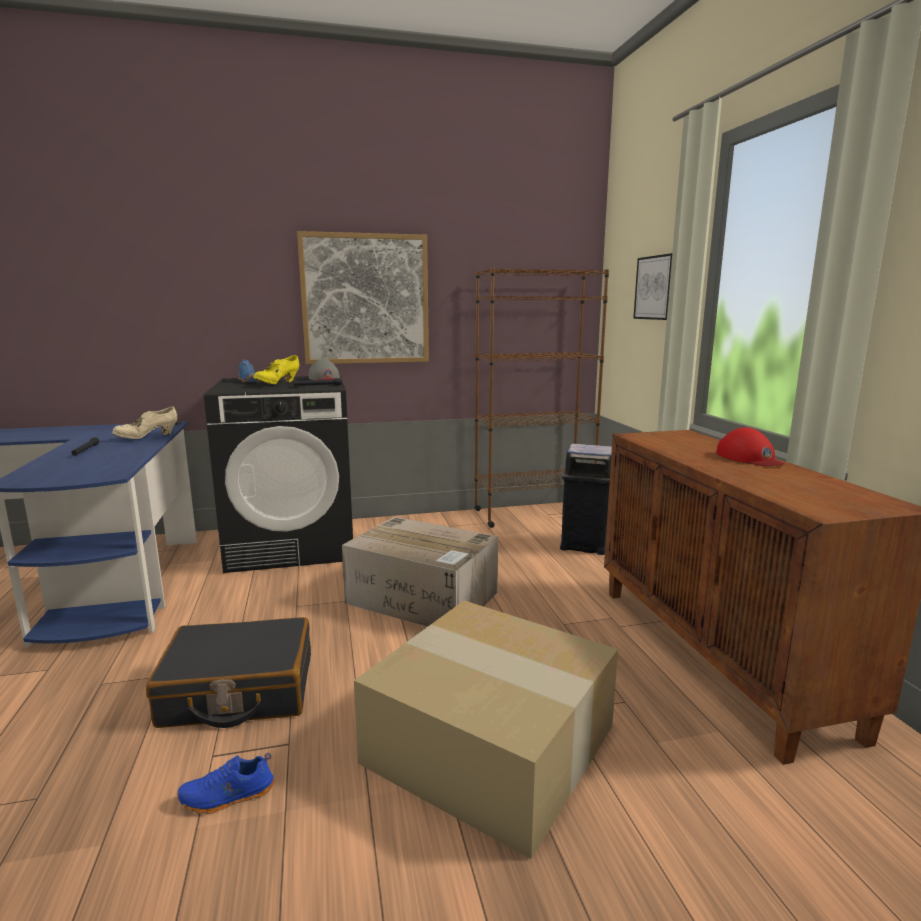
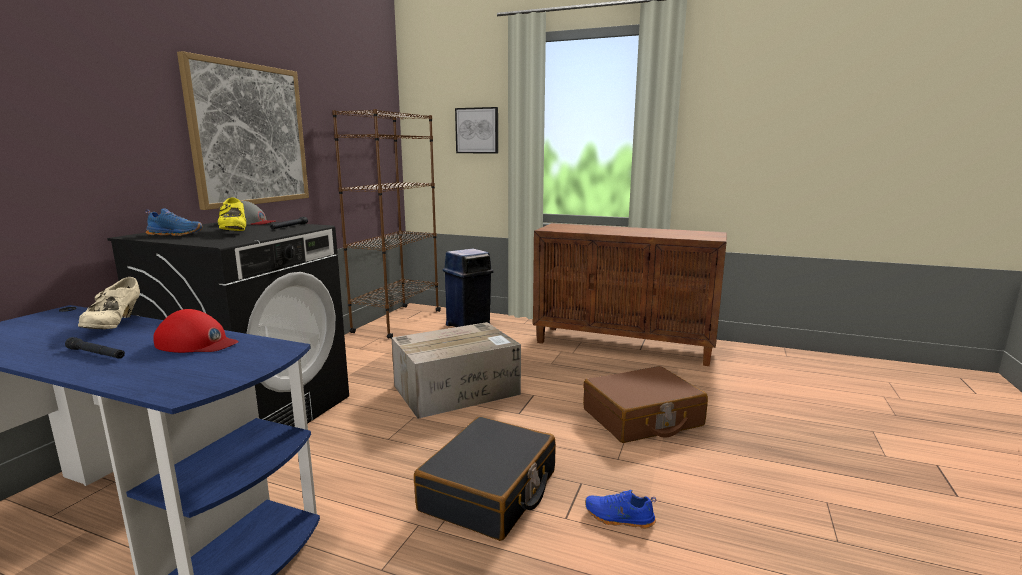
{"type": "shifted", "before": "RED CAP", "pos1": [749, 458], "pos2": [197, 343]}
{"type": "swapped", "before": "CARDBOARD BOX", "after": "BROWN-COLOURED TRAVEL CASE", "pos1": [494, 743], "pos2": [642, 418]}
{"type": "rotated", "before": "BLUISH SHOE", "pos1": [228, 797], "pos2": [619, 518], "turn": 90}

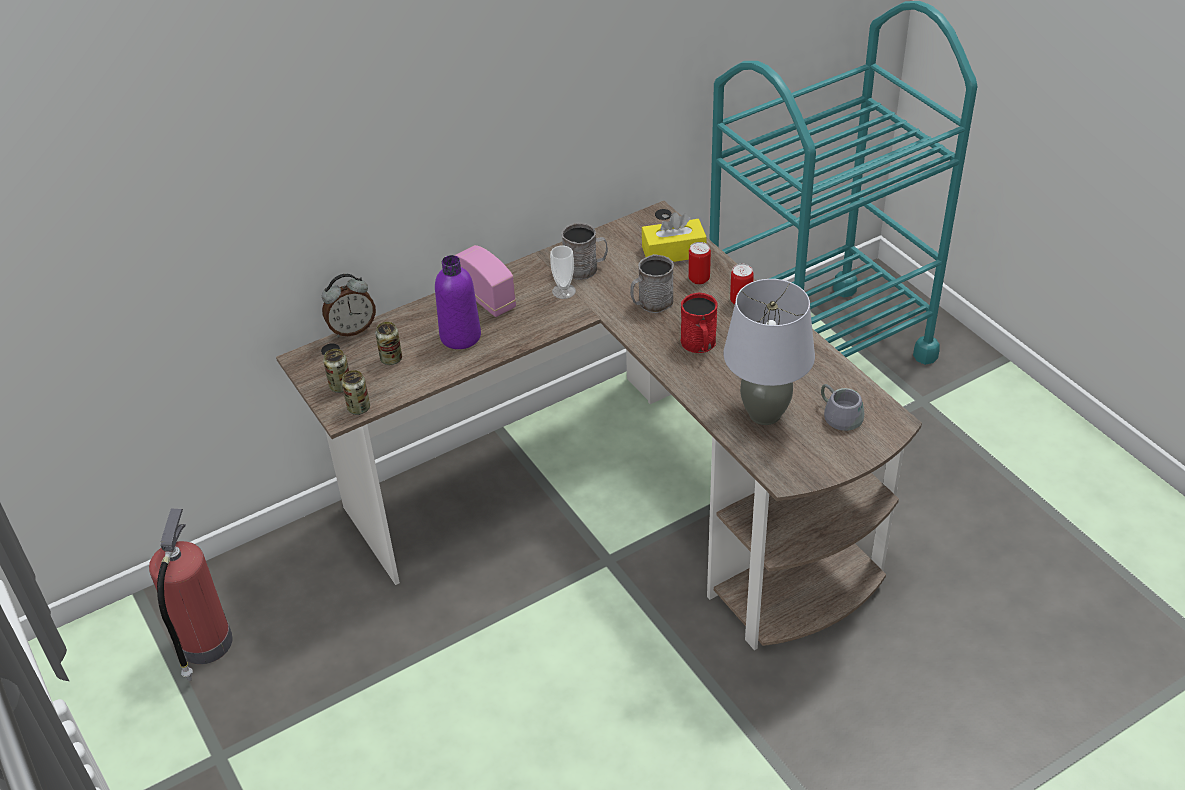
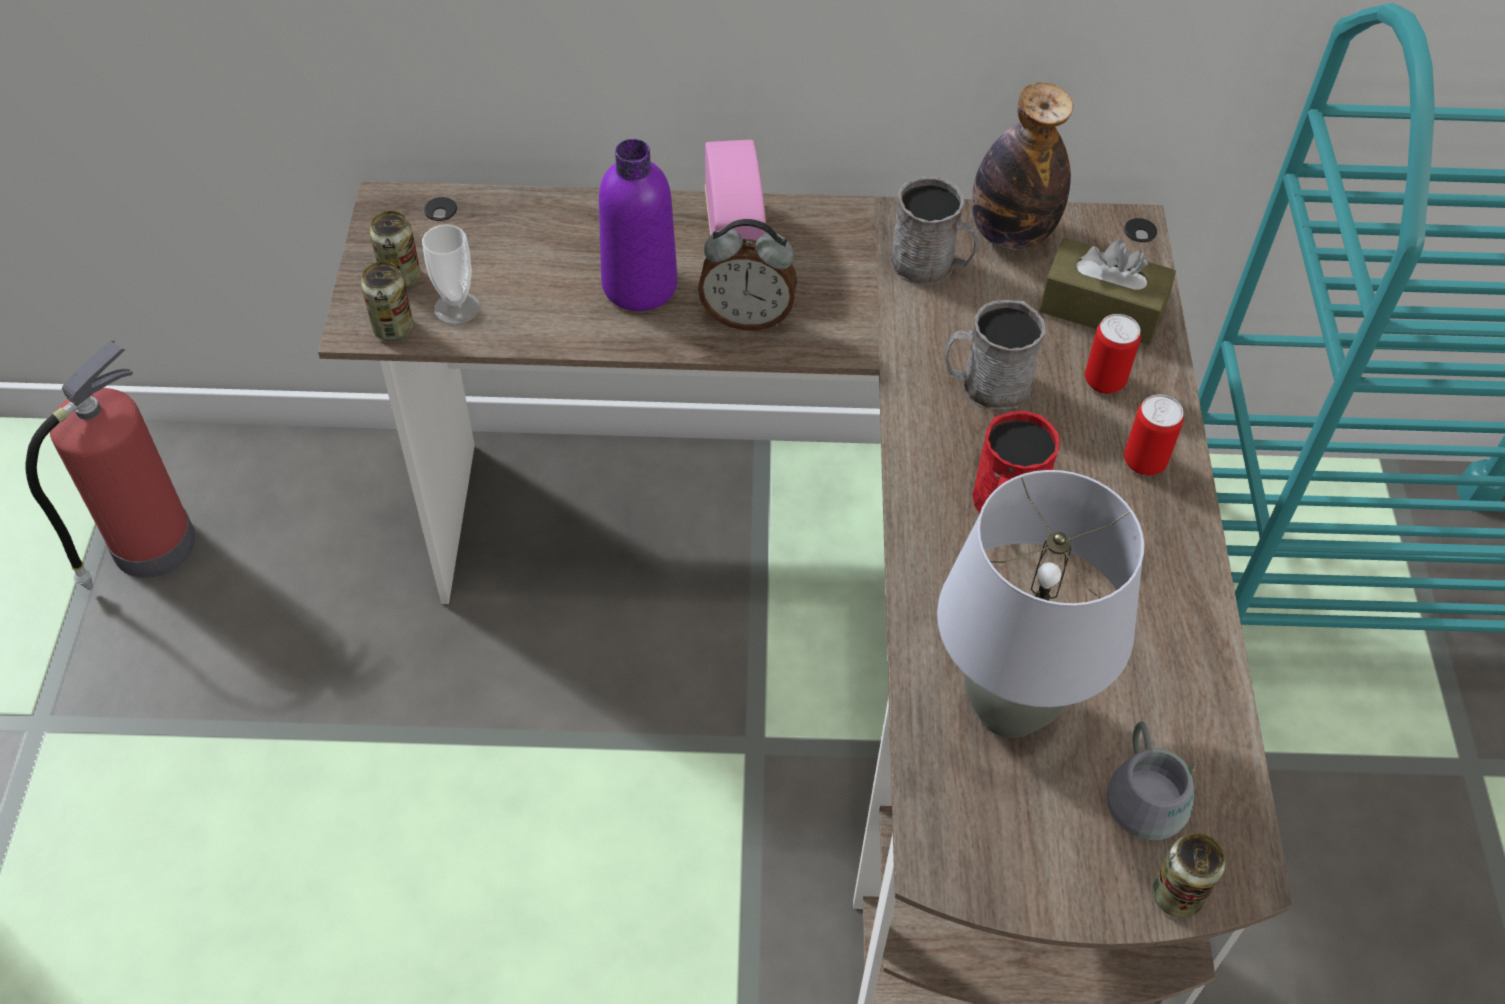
{"type": "shifted", "before": "CUP", "pos1": [564, 291], "pos2": [457, 307]}
{"type": "shifted", "before": "BEDSIDE CLOCK", "pos1": [352, 329], "pos2": [747, 317]}
{"type": "new", "after": "BEVERAGE BOTTLE", "pos2": [1011, 234]}
{"type": "repainted", "before": "YELLOW BOX OF TISSUES", "after": "BROWN-COLOURED BOX OF TISSUES", "pos1": [673, 252], "pos2": [1101, 308]}
{"type": "shifted", "before": "METAL CAN", "pos1": [391, 359], "pos2": [1176, 895]}

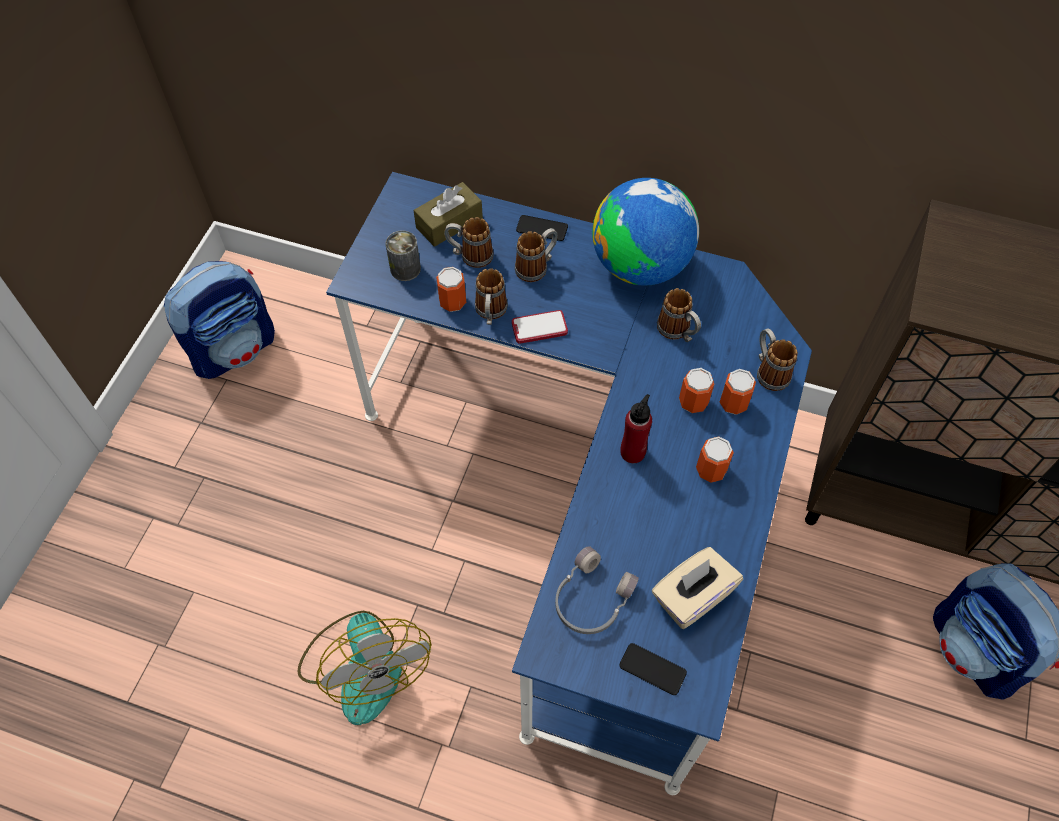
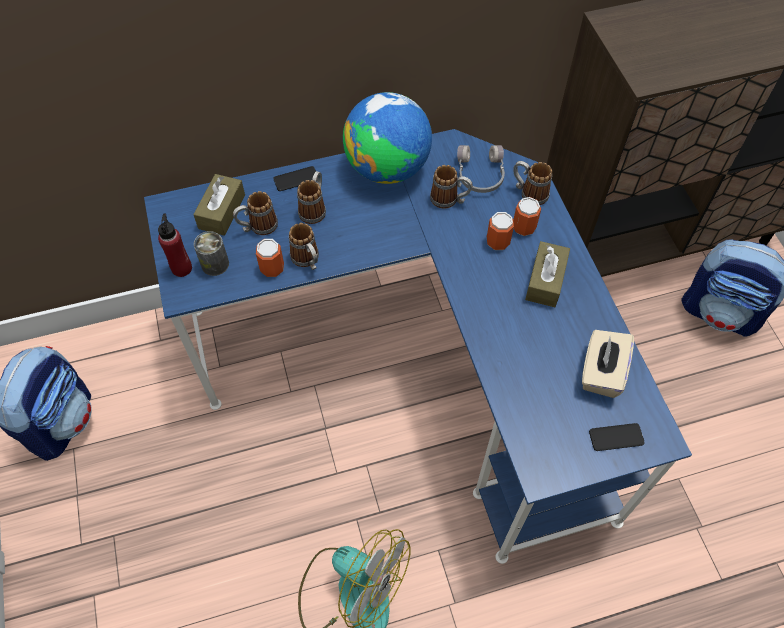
{"type": "shifted", "before": "RED BEVERAGE BOTTLE", "pos1": [633, 452], "pos2": [182, 268]}
{"type": "shifted", "before": "GRAY HEADPHONES", "pos1": [591, 598], "pos2": [479, 174]}
{"type": "swapped", "before": "METAL CAN", "after": "BROWN-COLOURED BOX OF TISSUES", "pos1": [711, 470], "pos2": [545, 281]}
{"type": "gone", "before": "HANDSET", "pos1": [539, 328]}

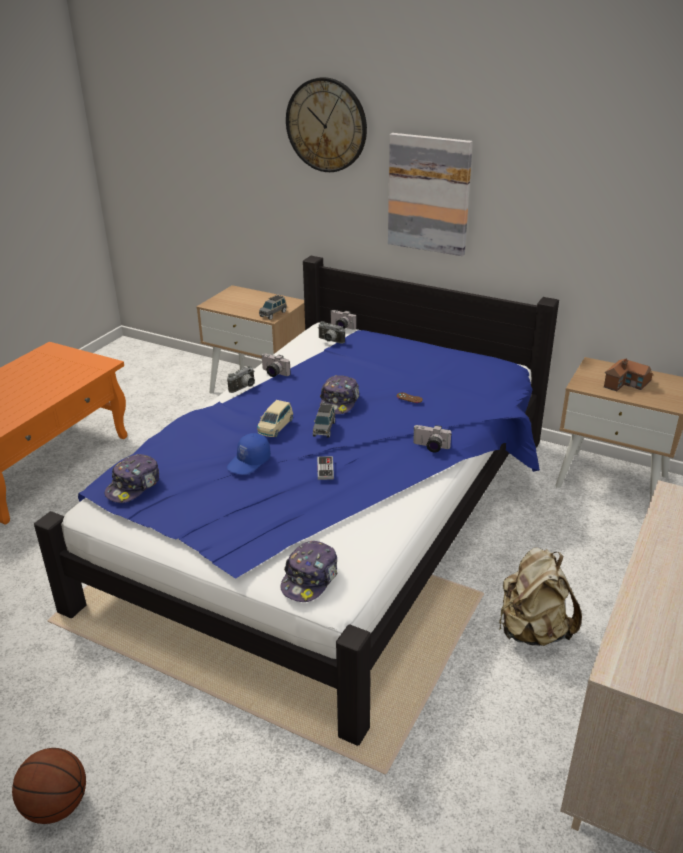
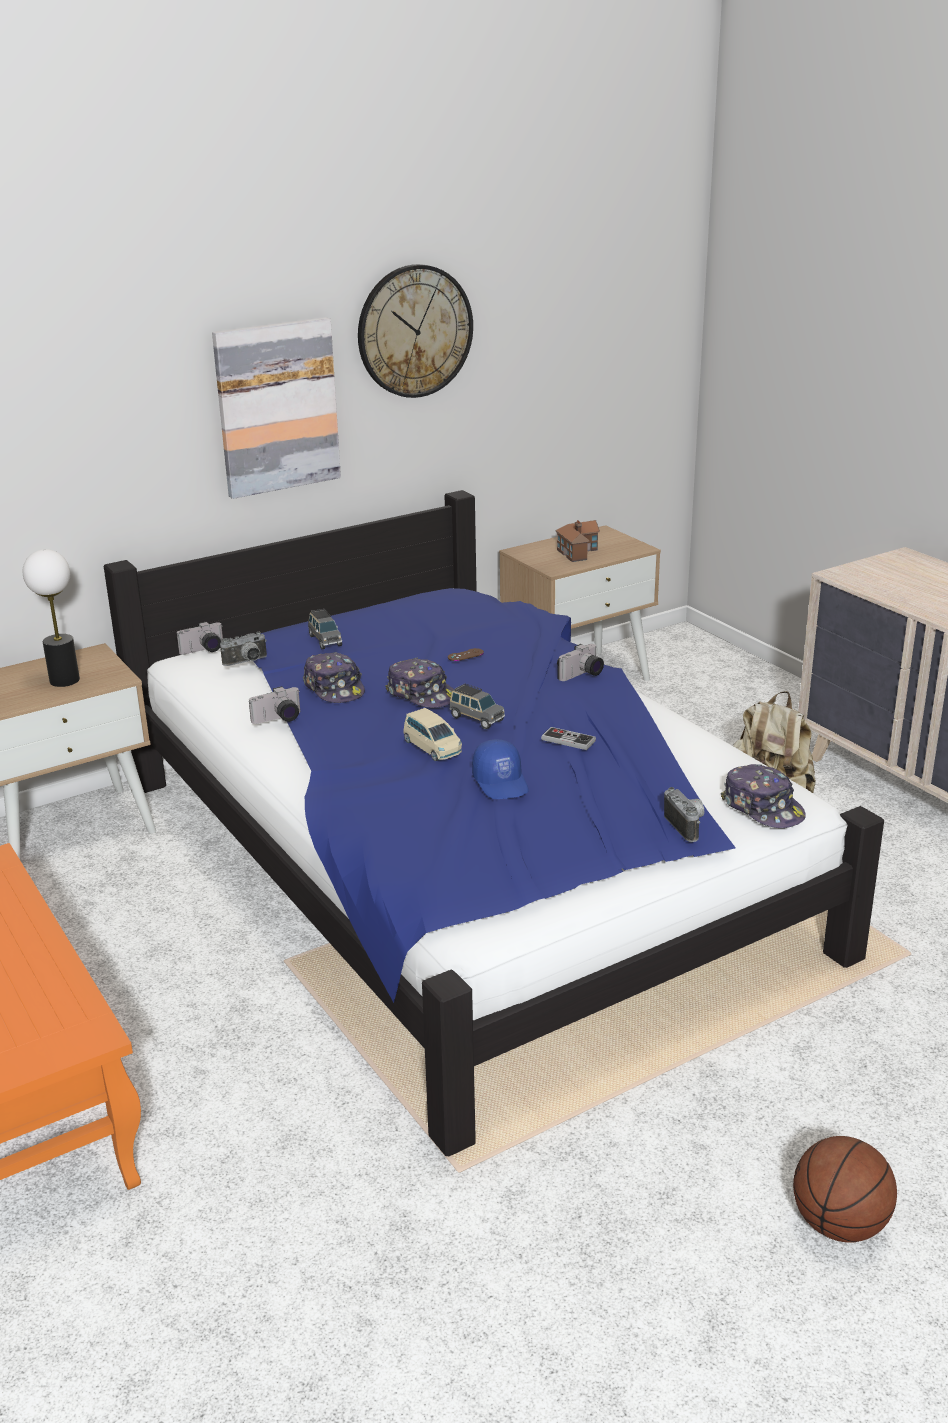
{"type": "new", "after": "TABLE LAMP", "pos2": [64, 680]}
{"type": "shifted", "before": "CAP", "pos1": [134, 486], "pos2": [334, 688]}
{"type": "shifted", "before": "GRAY TOY CAR", "pos1": [273, 314], "pos2": [325, 640]}
{"type": "shifted", "before": "HANGING CLOCK", "pos1": [326, 125], "pos2": [414, 331]}
{"type": "shifted", "before": "PHOTO CAMERA", "pos1": [244, 388], "pos2": [687, 826]}

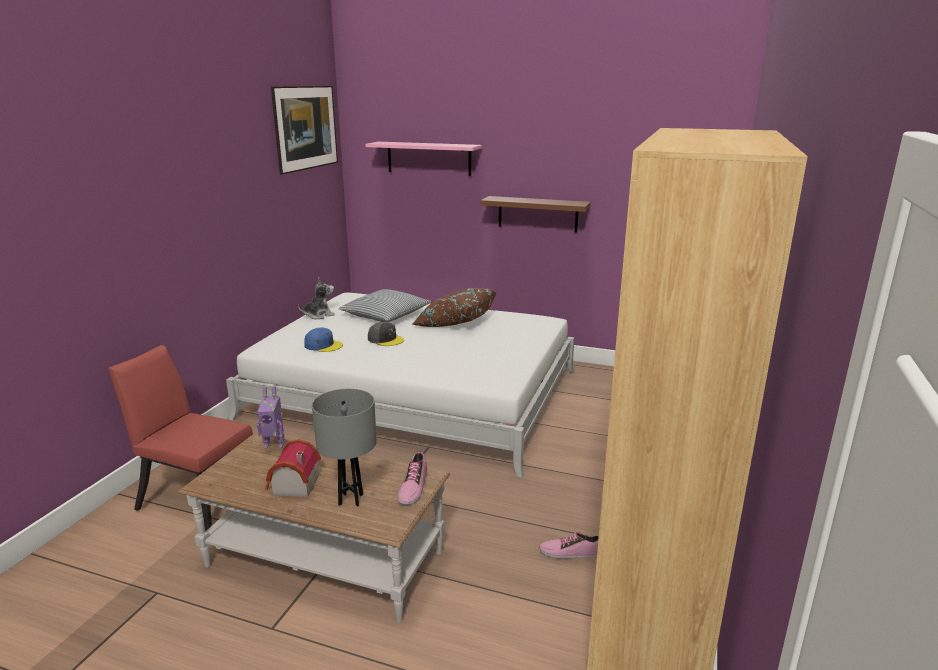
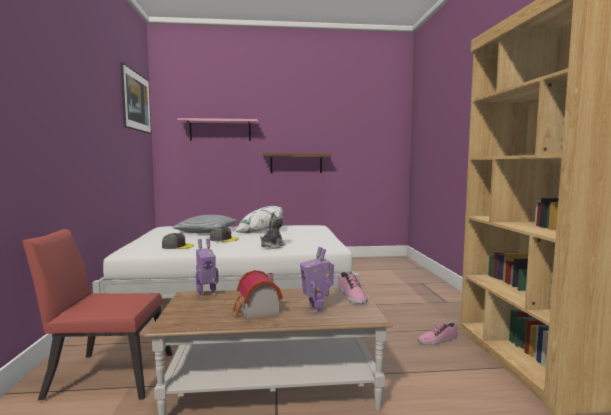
{"type": "repainted", "before": "BLUISH CAP", "after": "GRAY CAP", "pos1": [323, 345], "pos2": [177, 246]}
{"type": "repainted", "before": "BROWN-COLOURED PILLOW", "after": "WHITE PILLOW", "pos1": [454, 323], "pos2": [260, 231]}
{"type": "shifted", "before": "SOFT TOY", "pos1": [319, 315], "pos2": [272, 246]}
{"type": "swapped", "before": "GRAY TABLE LAMP", "after": "MODEL ROBOT", "pos1": [351, 499], "pos2": [317, 309]}

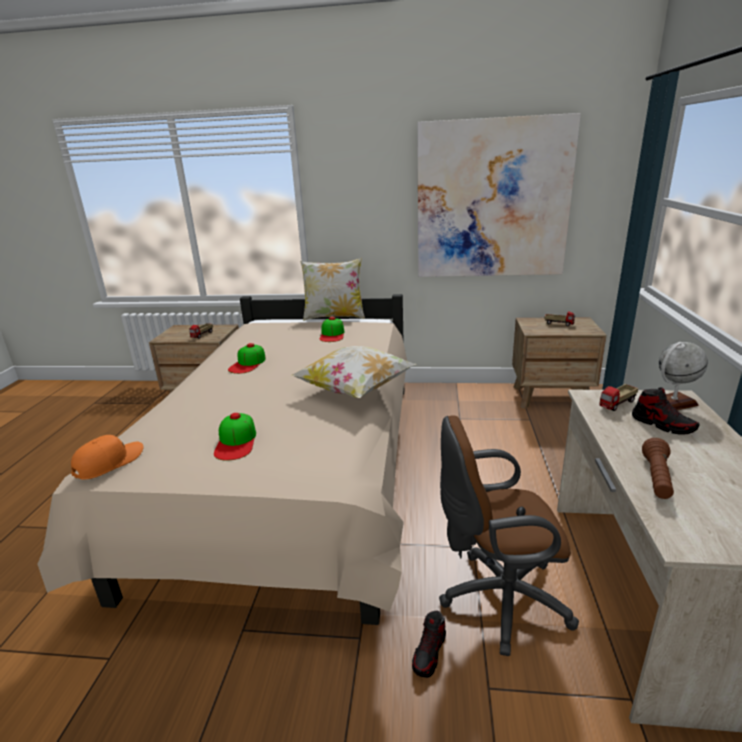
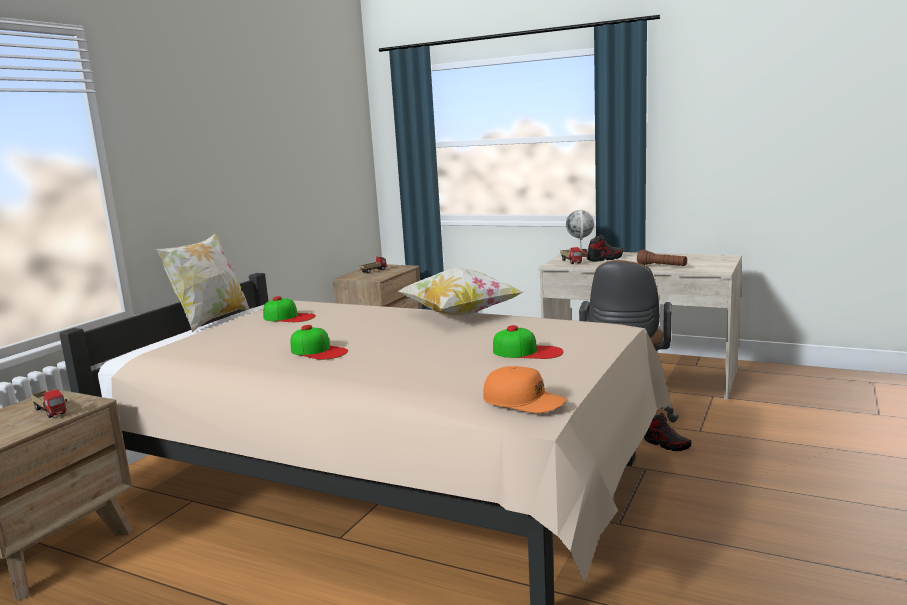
{"type": "rotated", "before": "ORANGE CAP", "pos1": [109, 462], "pos2": [523, 402], "turn": 150}
{"type": "gone", "before": "PICTURE", "pos1": [492, 200]}

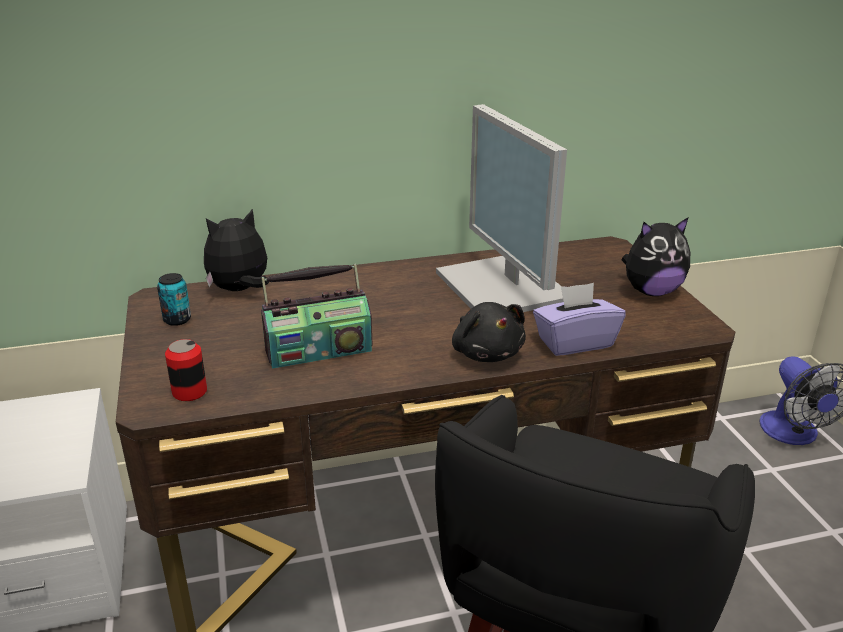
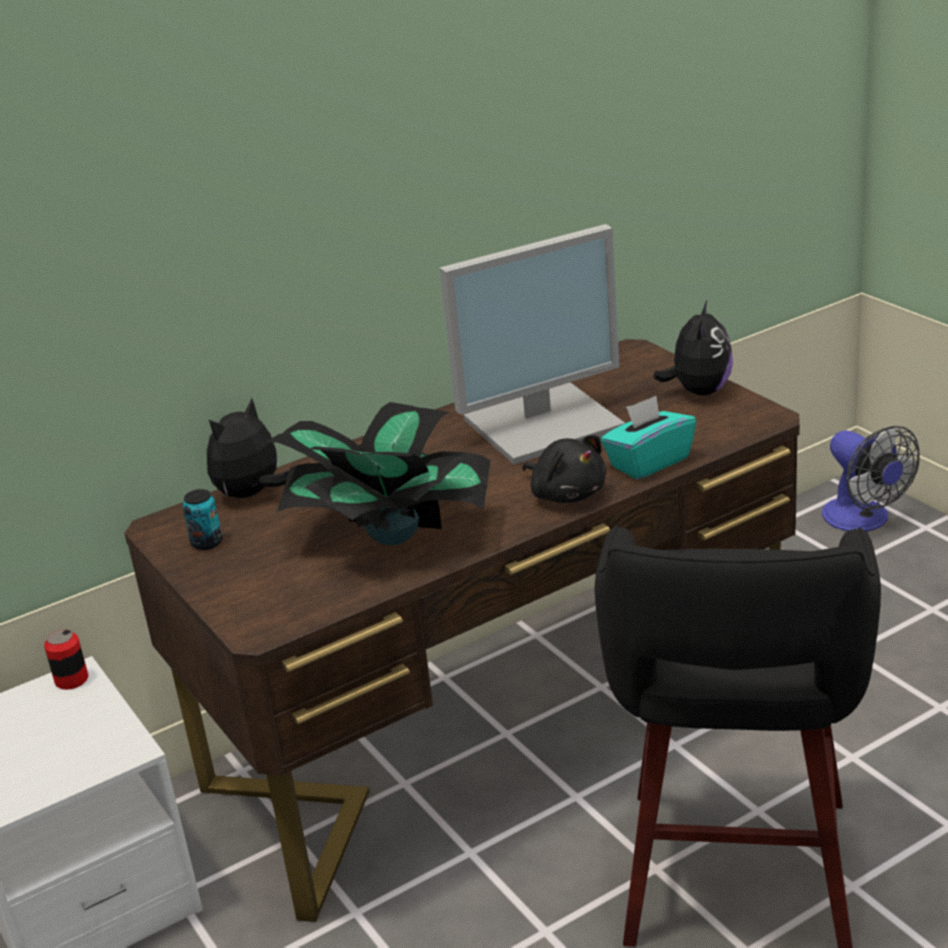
{"type": "shifted", "before": "METAL CAN", "pos1": [189, 392], "pos2": [71, 680]}
{"type": "swapped", "before": "RADIO", "after": "PLANT IN A POT", "pos1": [318, 350], "pos2": [390, 534]}
{"type": "rotated", "before": "COMPUTER SCREEN", "pos1": [505, 287], "pos2": [545, 422], "turn": -75}
{"type": "repainted", "before": "PURPLISH BOX OF TISSUES", "after": "TURQUOISE BOX OF TISSUES", "pos1": [575, 342], "pos2": [648, 462]}
{"type": "rotated", "before": "SOFT TOY", "pos1": [651, 291], "pos2": [699, 391], "turn": -45}

